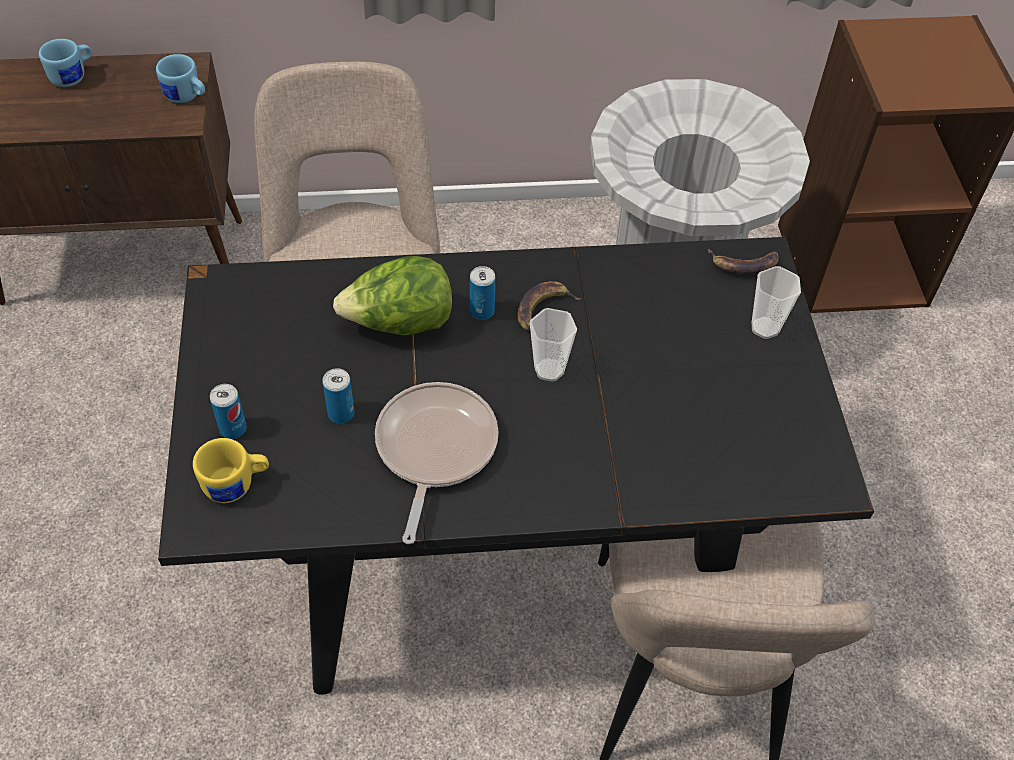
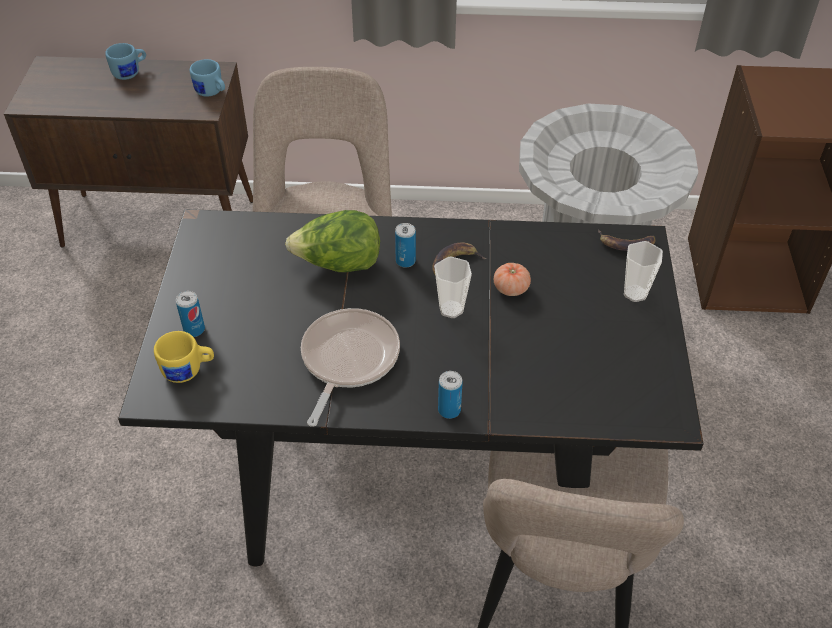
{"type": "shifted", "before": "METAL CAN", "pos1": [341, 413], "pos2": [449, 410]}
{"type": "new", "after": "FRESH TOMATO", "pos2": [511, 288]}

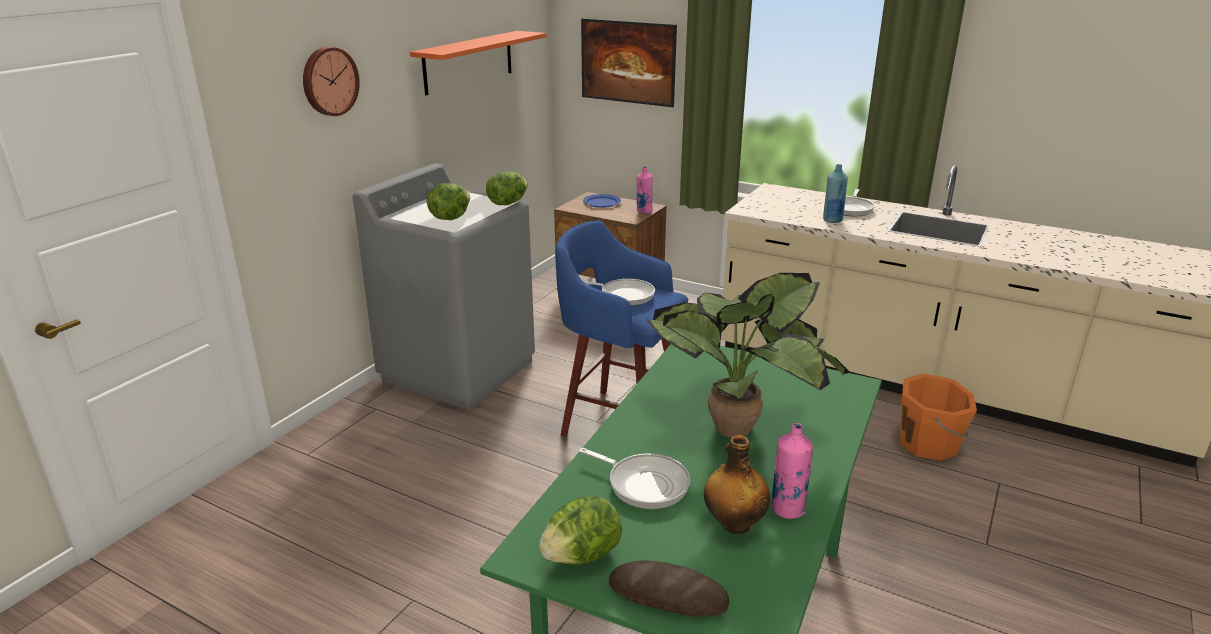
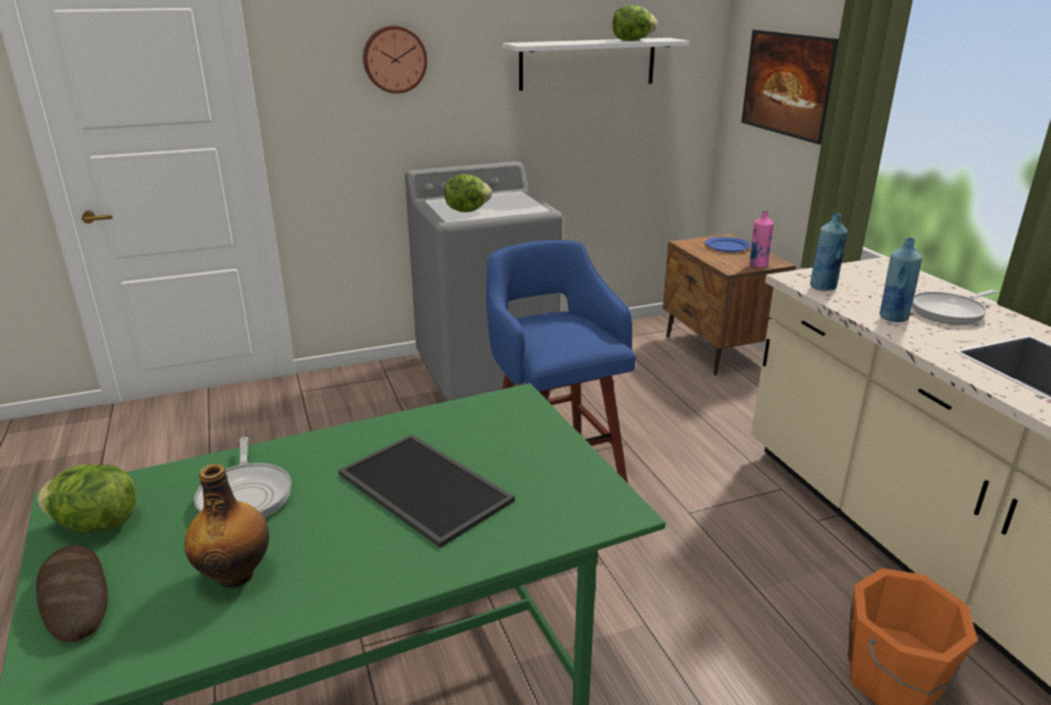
{"type": "swapped", "before": "PLANT IN A POT", "after": "CARRYING TRAY", "pos1": [738, 424], "pos2": [421, 488]}
{"type": "repainted", "before": "ORANGE WALL SHELF", "after": "WHITE WALL SHELF", "pos1": [469, 62], "pos2": [588, 63]}
{"type": "shifted", "before": "HEAD OF LETTUCE", "pos1": [508, 203], "pos2": [632, 40]}
{"type": "new", "after": "BLUISH BEVERAGE BOTTLE", "pos2": [823, 287]}
{"type": "gone", "before": "SKILLET", "pos1": [624, 295]}
{"type": "gone", "before": "PINK BEVERAGE BOTTLE", "pos1": [787, 509]}

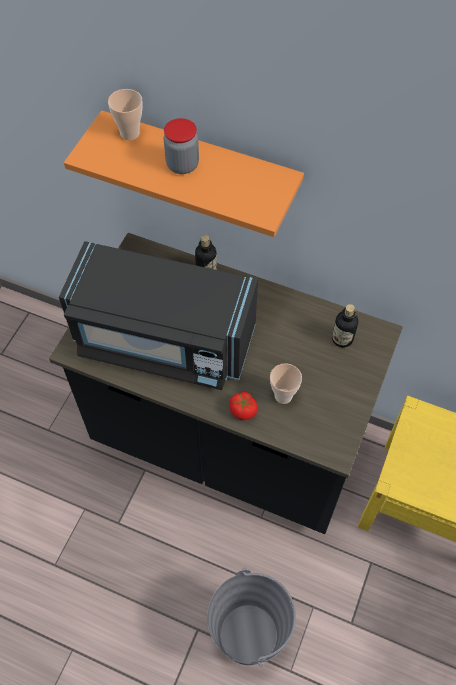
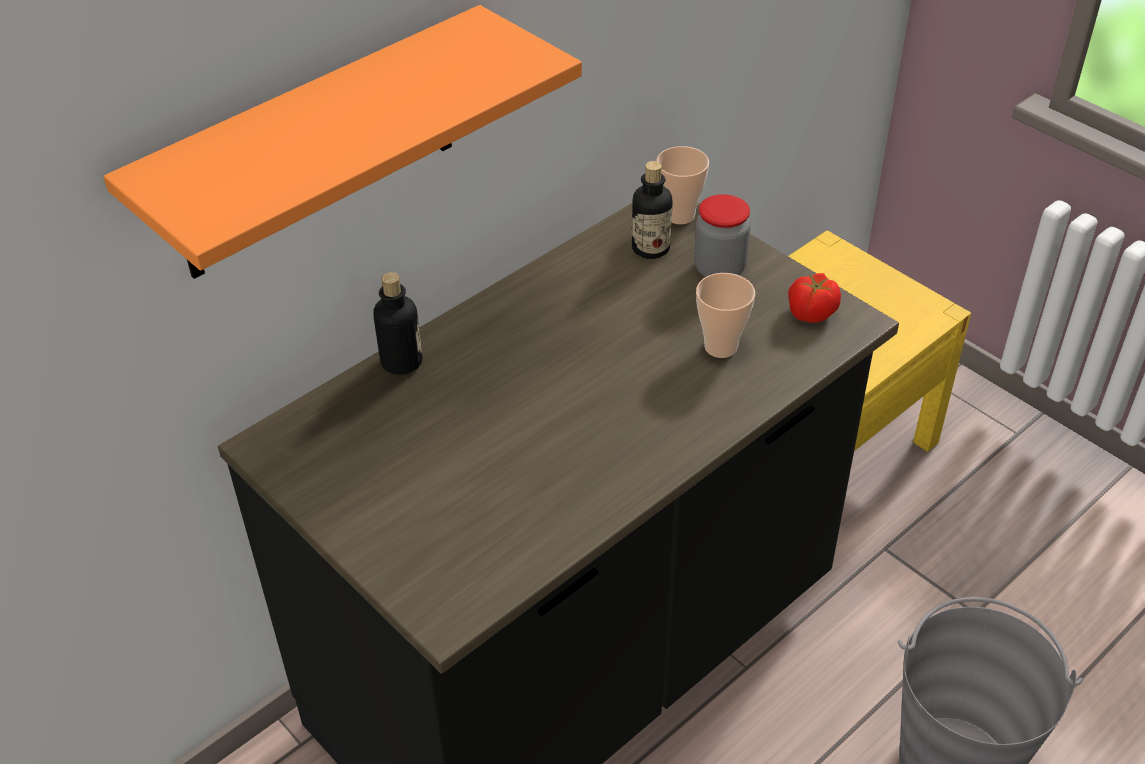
{"type": "shifted", "before": "CUP", "pos1": [130, 133], "pos2": [680, 215]}
{"type": "shifted", "before": "PRESERVE JAR", "pos1": [182, 165], "pos2": [719, 269]}
{"type": "shifted", "before": "FRESH TOMATO", "pos1": [243, 411], "pos2": [811, 314]}
{"type": "gone", "before": "BLACK-COLOURED MICROWAVE", "pos1": [163, 340]}

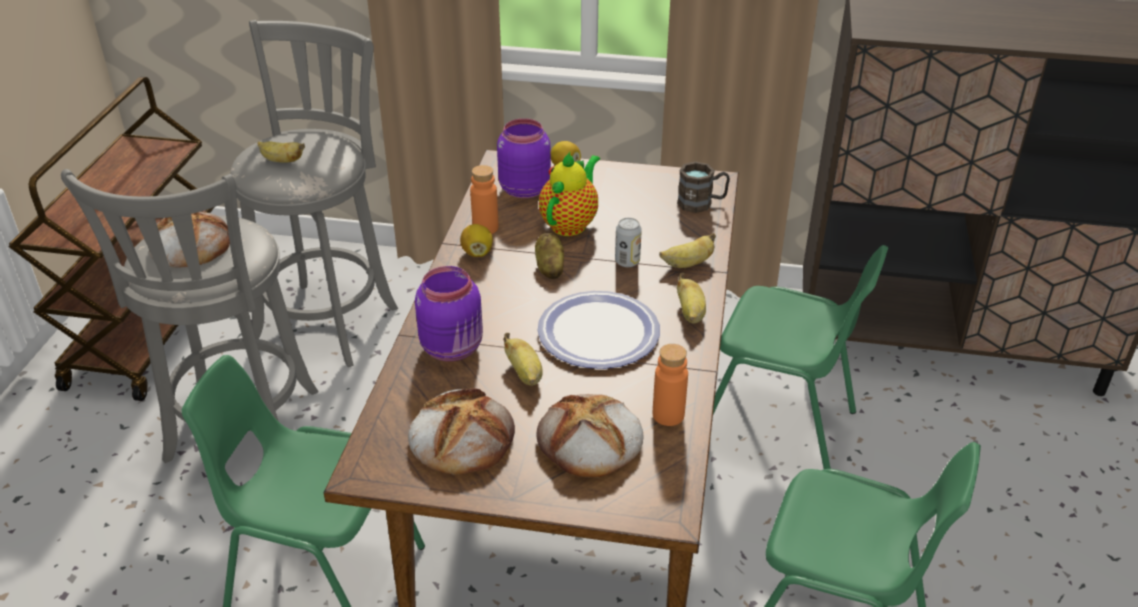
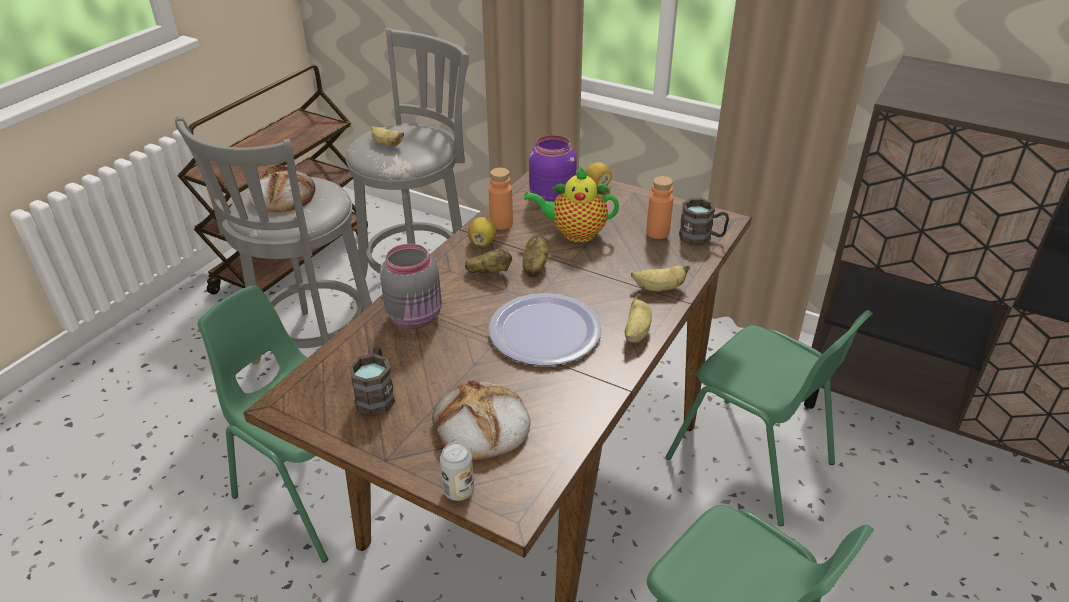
{"type": "swapped", "before": "BAKED BREAD", "after": "BROWN-COLOURED COFFEE MUG", "pos1": [461, 437], "pos2": [377, 394]}
{"type": "repainted", "before": "PURPLISH PRESERVE JAR", "after": "GRAY PRESERVE JAR", "pos1": [454, 348], "pos2": [416, 317]}
{"type": "shifted", "before": "METAL CAN", "pos1": [627, 262], "pos2": [459, 490]}
{"type": "new", "after": "SPUD", "pos2": [489, 272]}
{"type": "rotated", "before": "TEAPOT", "pos1": [570, 223], "pos2": [574, 233], "turn": -135}
{"type": "shifted", "before": "ORANGE BEVERAGE BOTTLE", "pos1": [668, 415], "pos2": [657, 232]}
{"type": "gone", "before": "WHOLE BANANA", "pos1": [525, 374]}

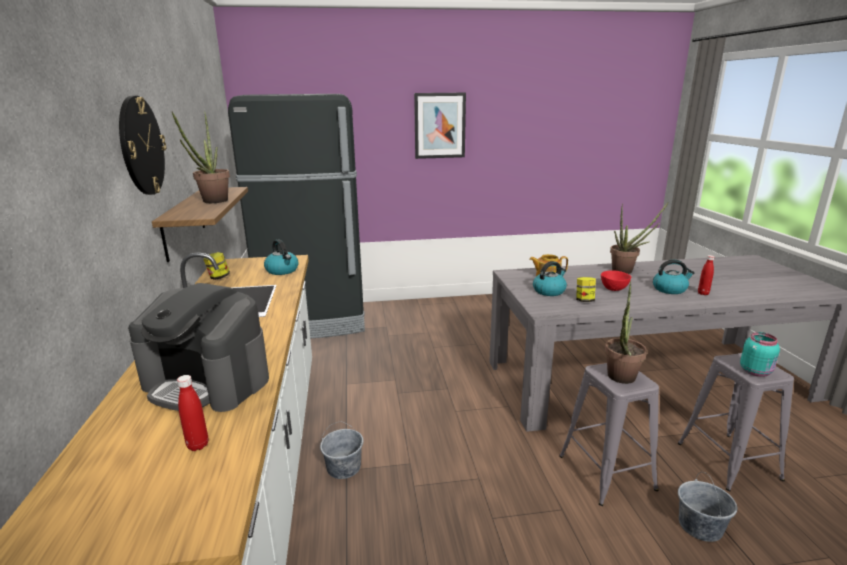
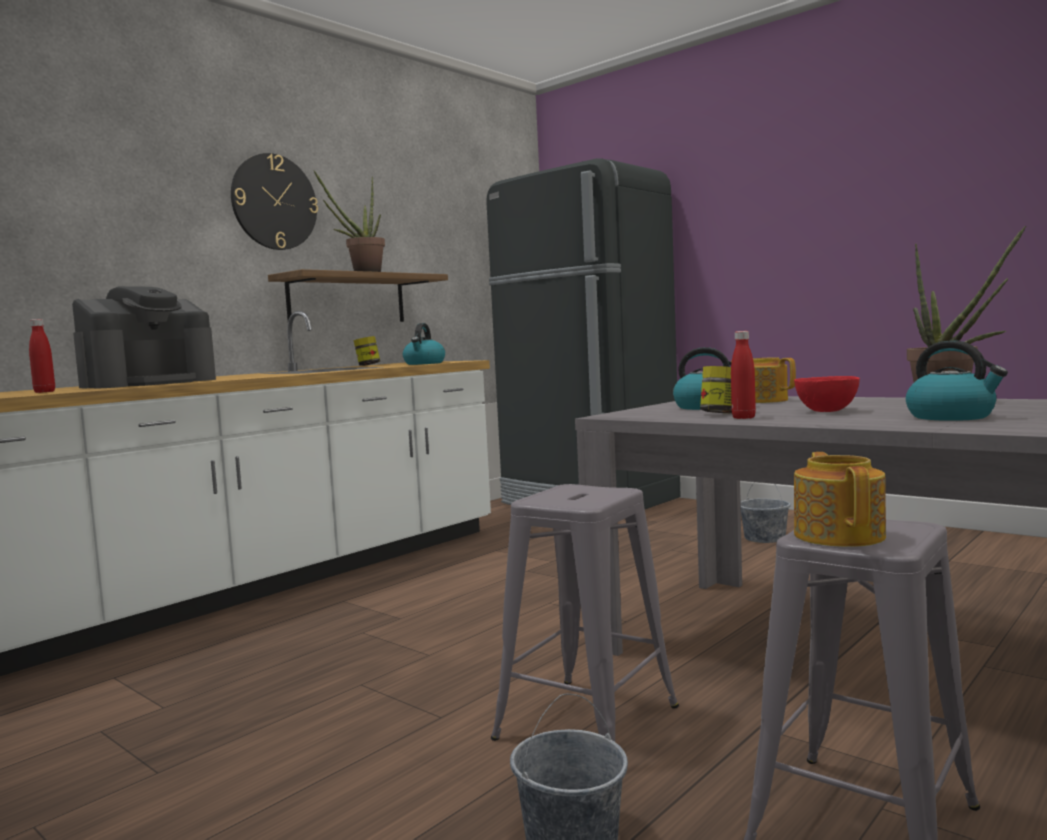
{"type": "rotated", "before": "COFFEE BREWER", "pos1": [208, 382], "pos2": [149, 383], "turn": -120}
{"type": "shifted", "before": "RED BEVERAGE BOTTLE", "pos1": [703, 293], "pos2": [743, 418]}
{"type": "shifted", "before": "GRAY PAIL", "pos1": [343, 467], "pos2": [764, 538]}
{"type": "swapped", "before": "TURQUOISE PRESERVE JAR", "after": "TEAPOT", "pos1": [756, 371], "pos2": [839, 535]}
{"type": "gone", "before": "PICTURE", "pos1": [439, 125]}
{"type": "gone", "before": "PLANT IN A POT", "pos1": [620, 379]}

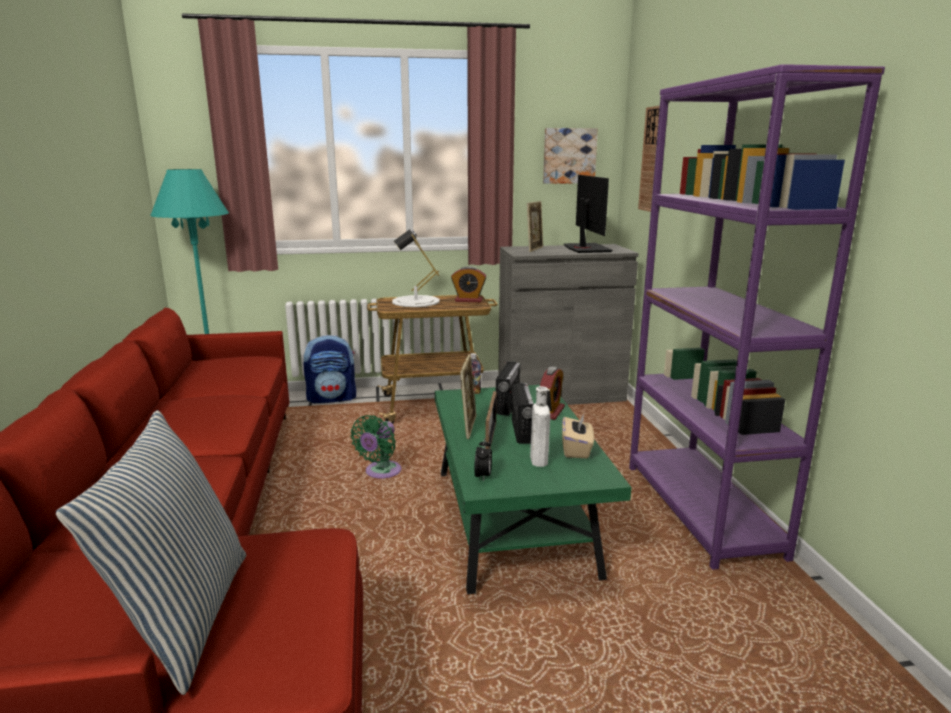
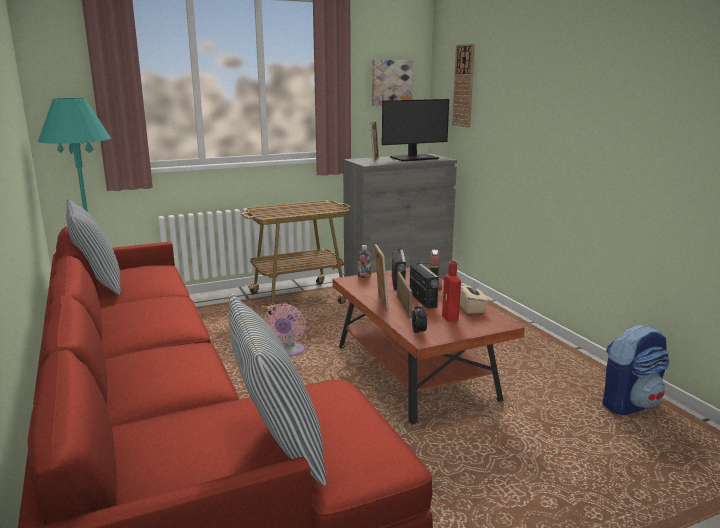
{"type": "new", "after": "PILLOW", "pos2": [98, 284]}
{"type": "repainted", "before": "GREENISH FAN", "after": "PINK FAN", "pos1": [381, 473], "pos2": [288, 352]}
{"type": "repainted", "before": "GREENISH LOW TABLE", "after": "BROWN-COLOURED LOW TABLE", "pos1": [513, 522], "pos2": [414, 373]}
{"type": "rotated", "before": "COMPUTER SCREEN", "pos1": [586, 248], "pos2": [414, 158], "turn": 90}
{"type": "repainted", "before": "WHITE BEVERAGE BOTTLE", "after": "RED BEVERAGE BOTTLE", "pos1": [539, 461], "pos2": [451, 318]}
{"type": "shifted", "before": "RUCKSACK", "pos1": [332, 398], "pos2": [629, 404]}
{"type": "gone", "before": "WHITE TABLE LAMP", "pos1": [415, 301]}
{"type": "gone", "before": "BEDSIDE CLOCK", "pos1": [468, 300]}
{"type": "gone", "before": "PURPLISH BOOKCASE", "pos1": [700, 510]}

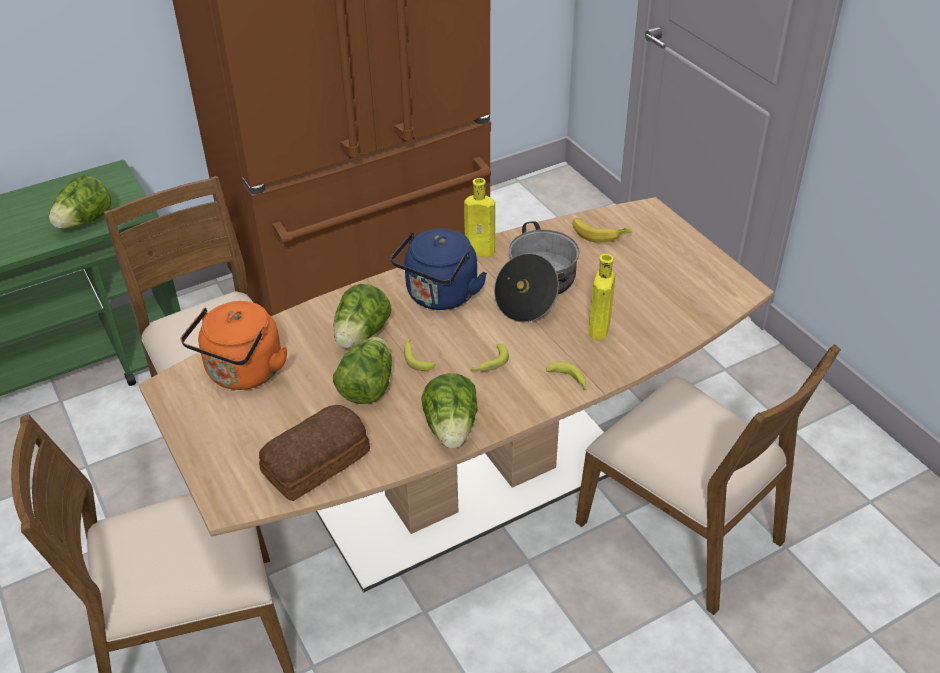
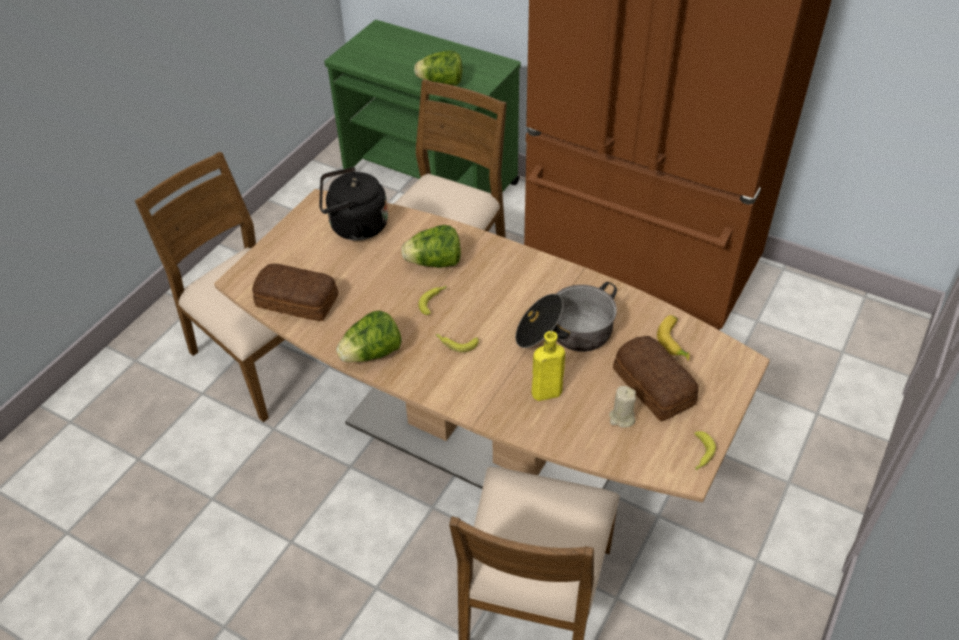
{"type": "repainted", "before": "ORANGE KETTLE", "after": "BLACK-COLOURED KETTLE", "pos1": [243, 374], "pos2": [355, 227]}
{"type": "new", "after": "BEIGE-COLOURED WAX CANDLE", "pos2": [621, 418]}
{"type": "new", "after": "BAKED BREAD", "pos2": [654, 385]}
{"type": "shifted", "before": "WHOLE BANANA", "pos1": [569, 380], "pos2": [700, 454]}
{"type": "gone", "before": "HEAD OF LETTUCE", "pos1": [367, 387]}
{"type": "gone", "before": "BLUISH KETTLE", "pos1": [440, 297]}
{"type": "gone", "before": "YELLOW BEVERAGE BOTTLE", "pos1": [482, 251]}

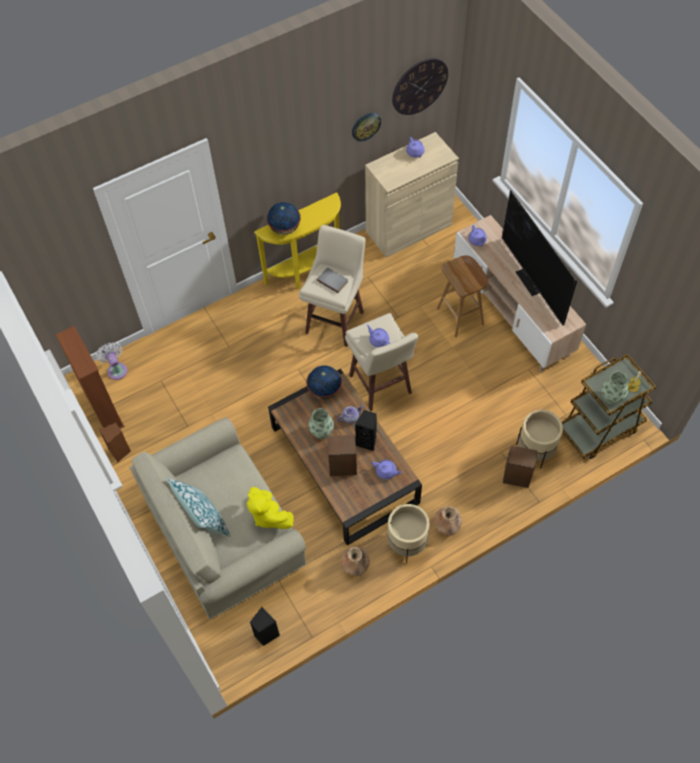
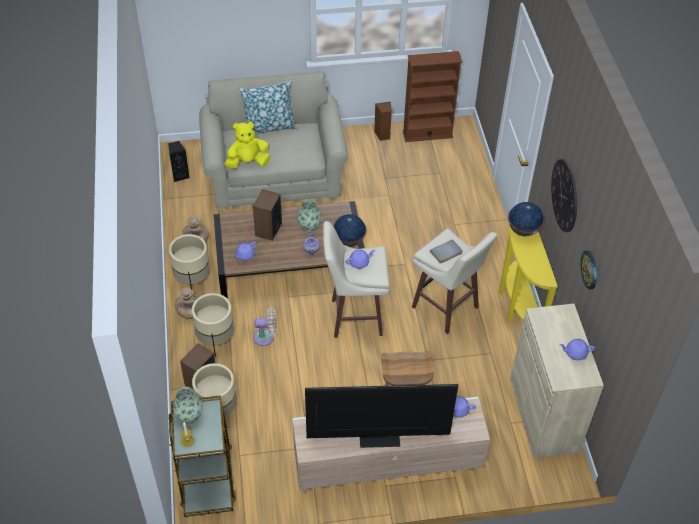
{"type": "new", "after": "BEIGE-COLOURED PLANT POT", "pos2": [215, 339]}
{"type": "shifted", "before": "WHITE FAN", "pos1": [116, 369], "pos2": [266, 337]}
{"type": "shifted", "before": "HANGING CLOCK", "pos1": [419, 86], "pos2": [564, 195]}
{"type": "gone", "before": "BLACK-COLOURED LOUDSPEAKER", "pos1": [367, 441]}

